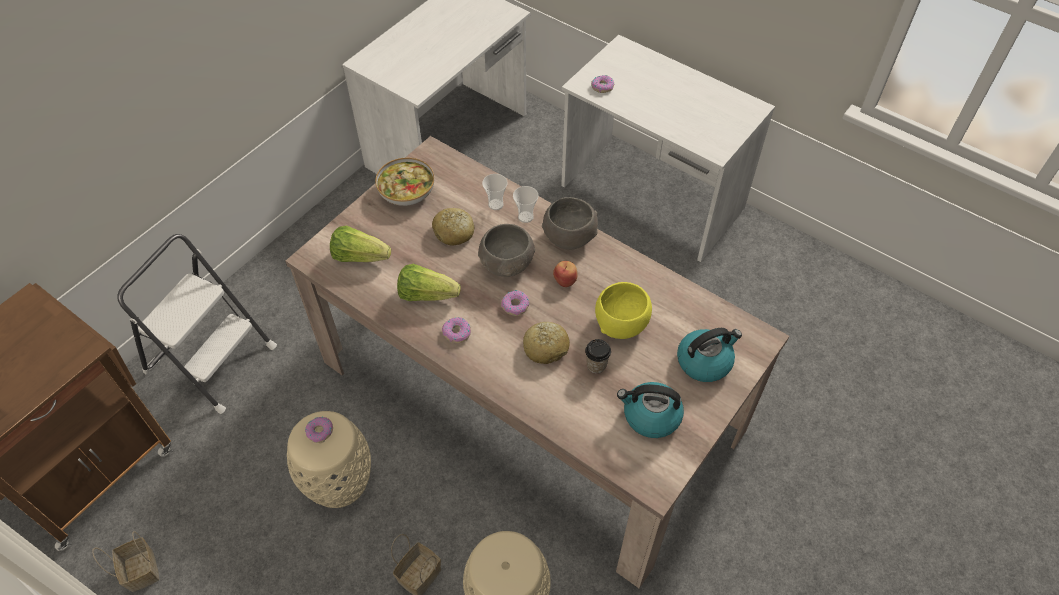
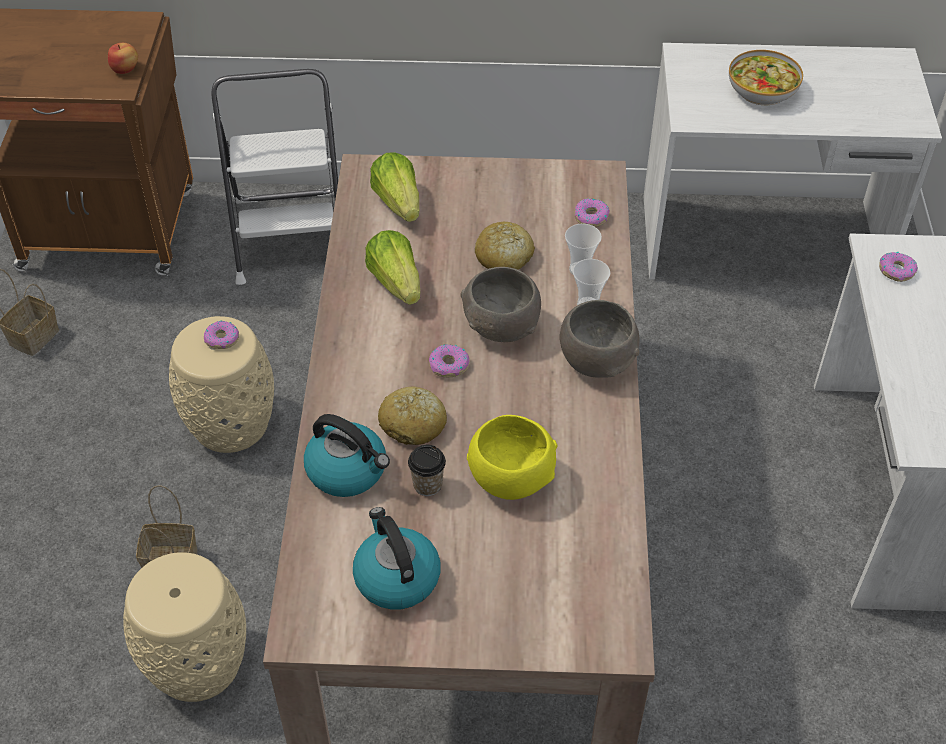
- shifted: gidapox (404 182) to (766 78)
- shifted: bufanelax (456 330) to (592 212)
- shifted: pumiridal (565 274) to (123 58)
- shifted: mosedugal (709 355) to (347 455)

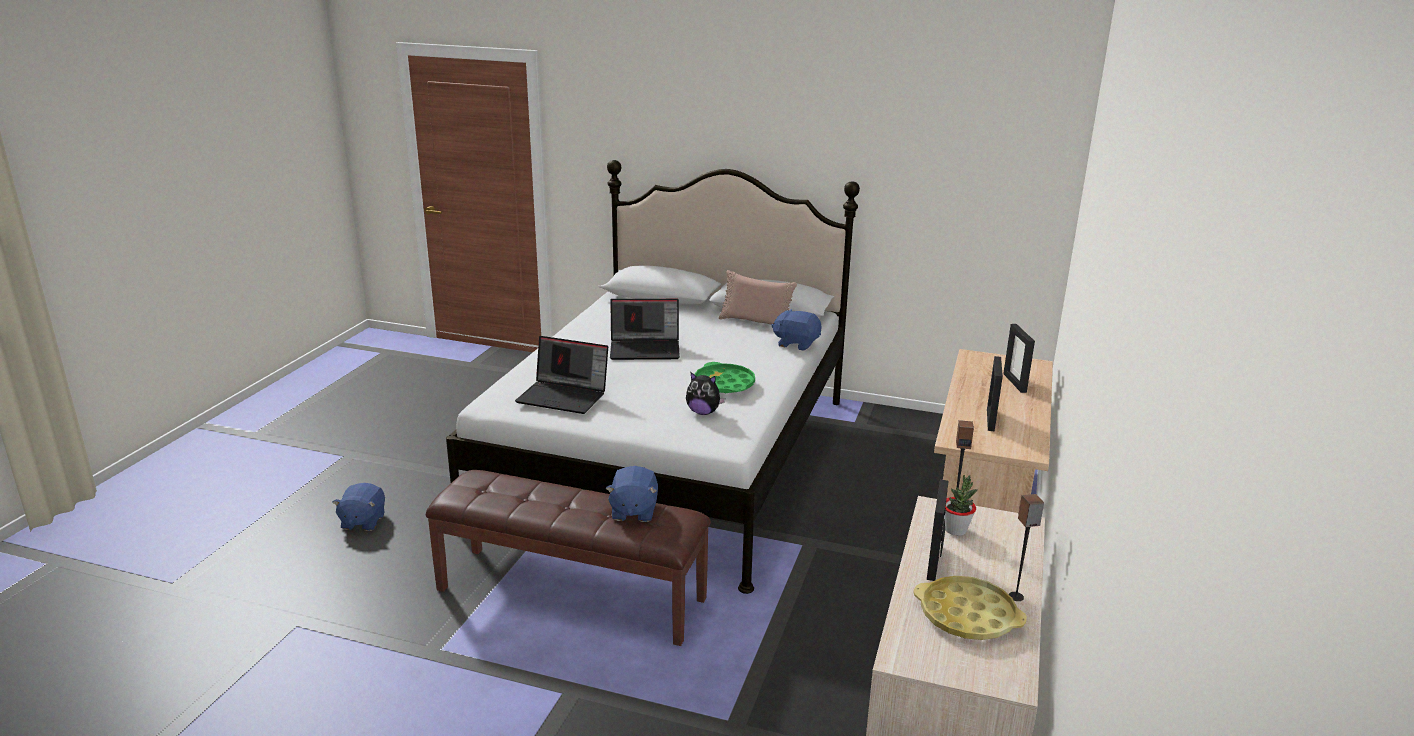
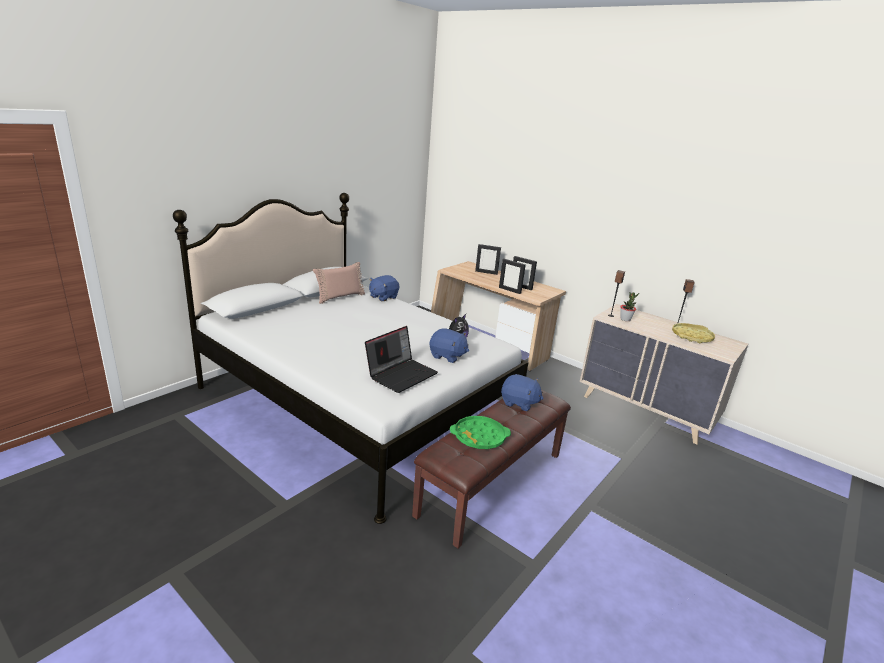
- gone: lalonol (645 329)
- shifted: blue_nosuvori (358 507) to (449 345)
- shifted: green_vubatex (724 377) to (480 432)
- shifted: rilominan (938 530) to (512 276)

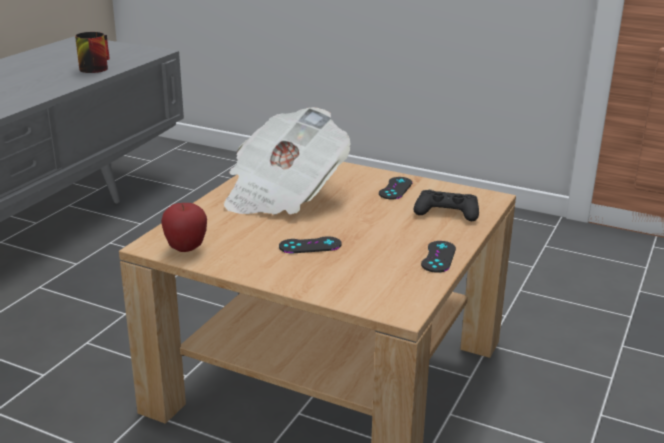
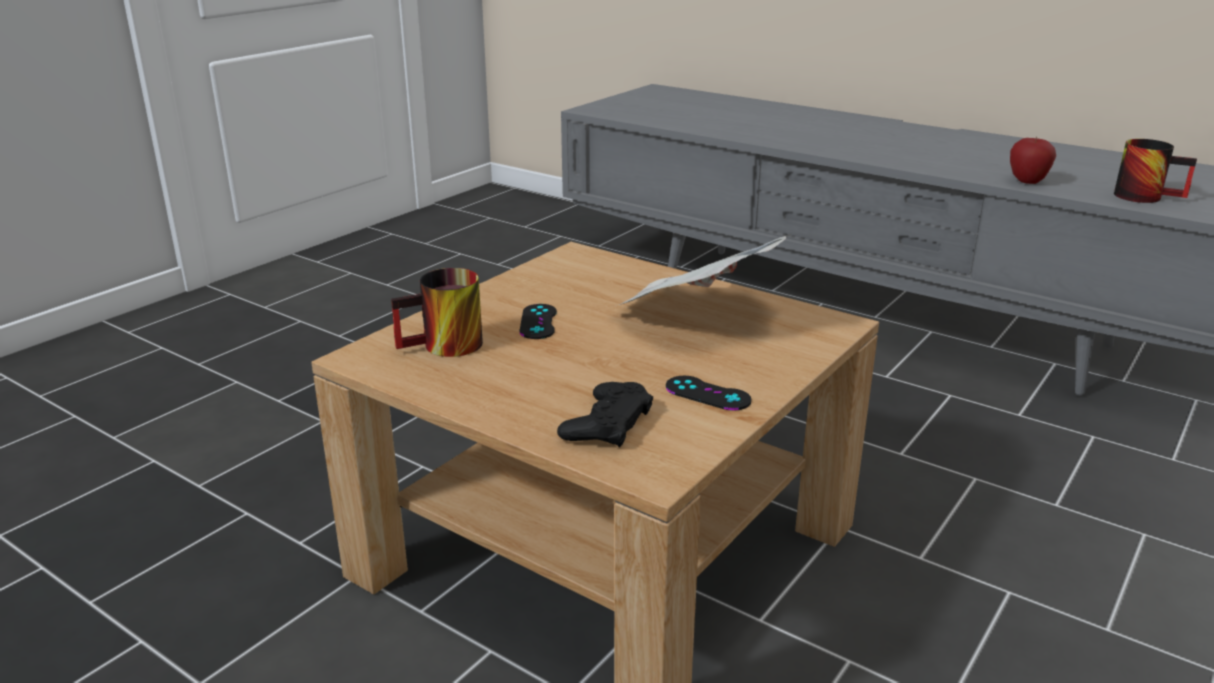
- gone: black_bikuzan (438 257)
- new: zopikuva (437 312)
- shifted: pumiridal (184 227) to (1033 160)

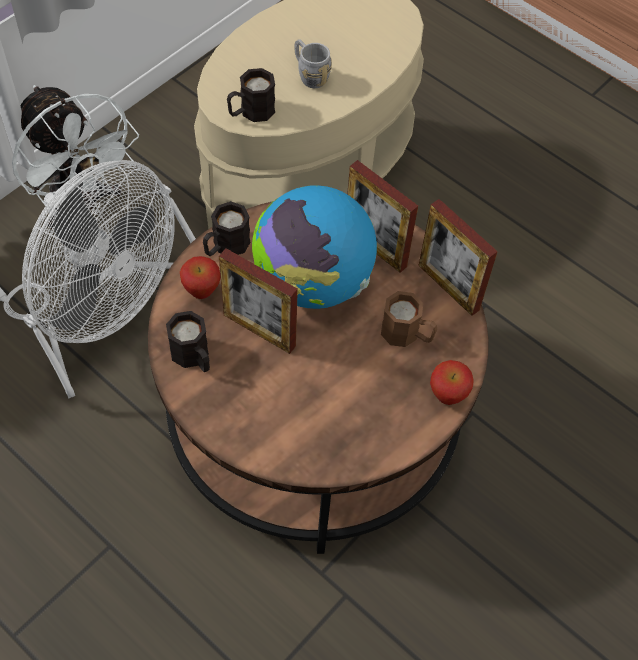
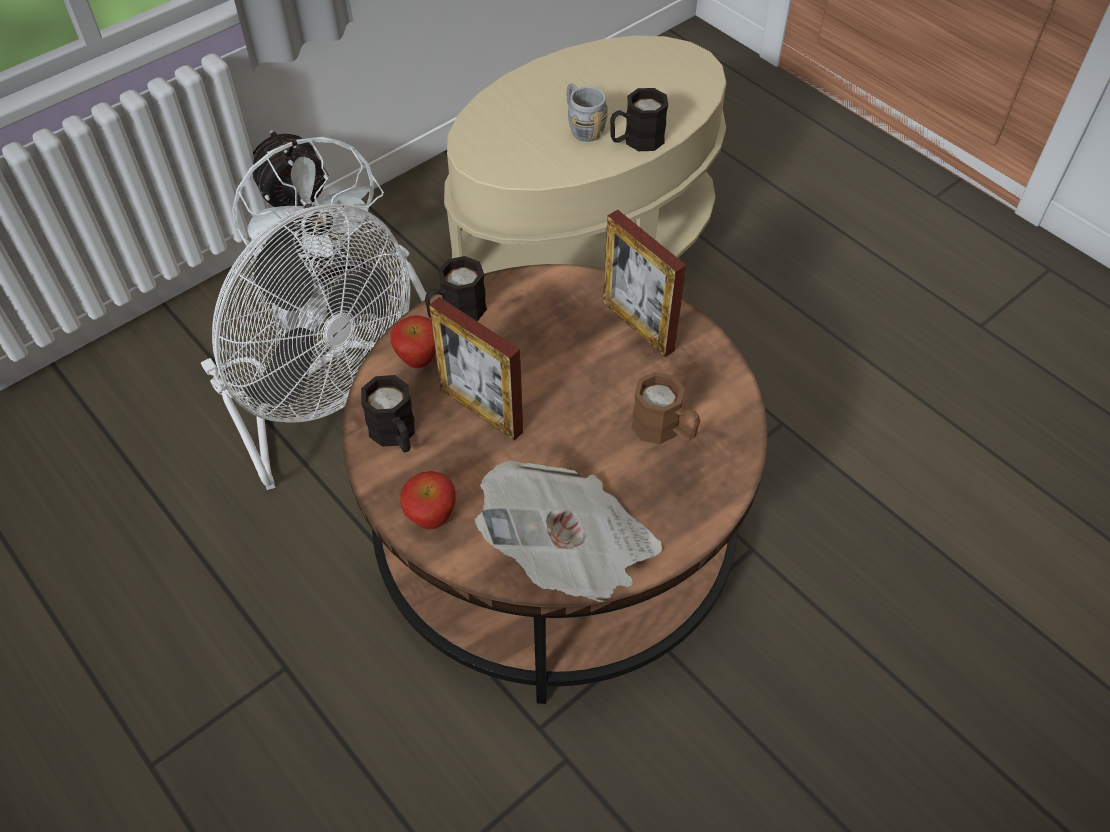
- gone: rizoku (314 247)
- gone: rilominan (458 257)
- new: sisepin (568 531)
- shifted: black_zopikuva (251 95) to (639 119)
- shifted: pumiridal (452 382) to (428 500)

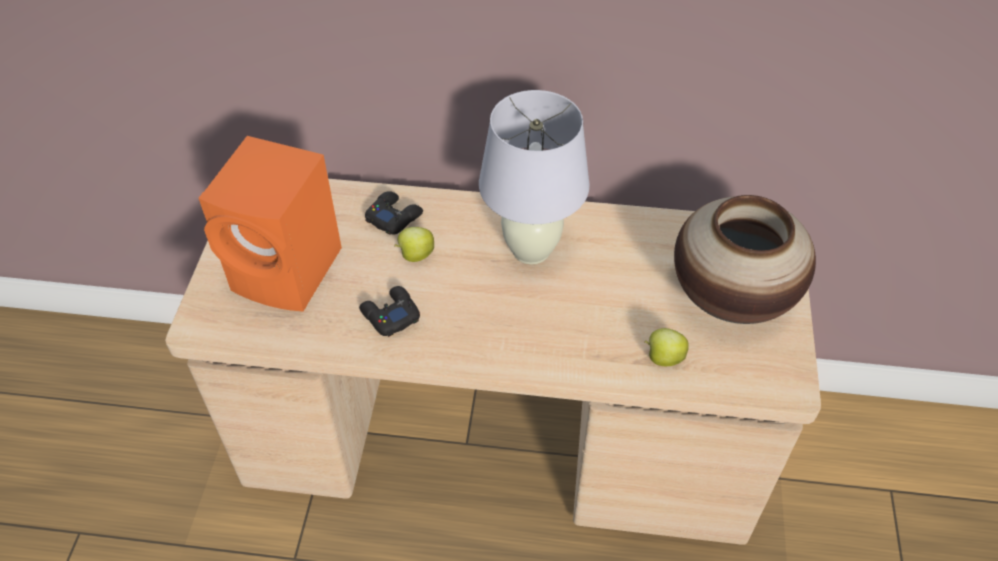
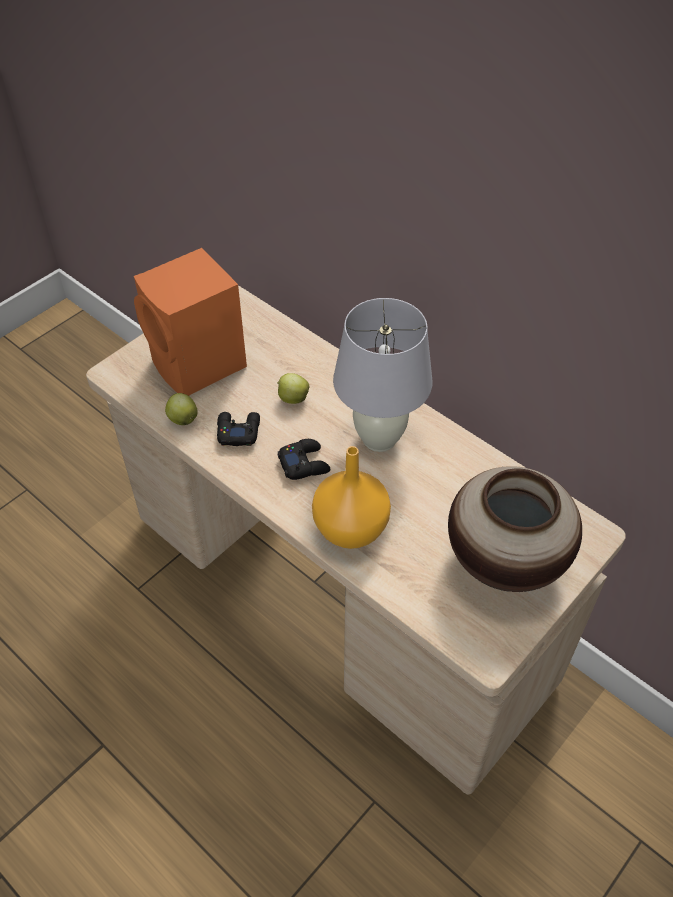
- new: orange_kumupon (351 497)
- shifted: black_bikuzan (394 213) to (303 459)
- shifted: pumiridal (667 347) to (181 409)

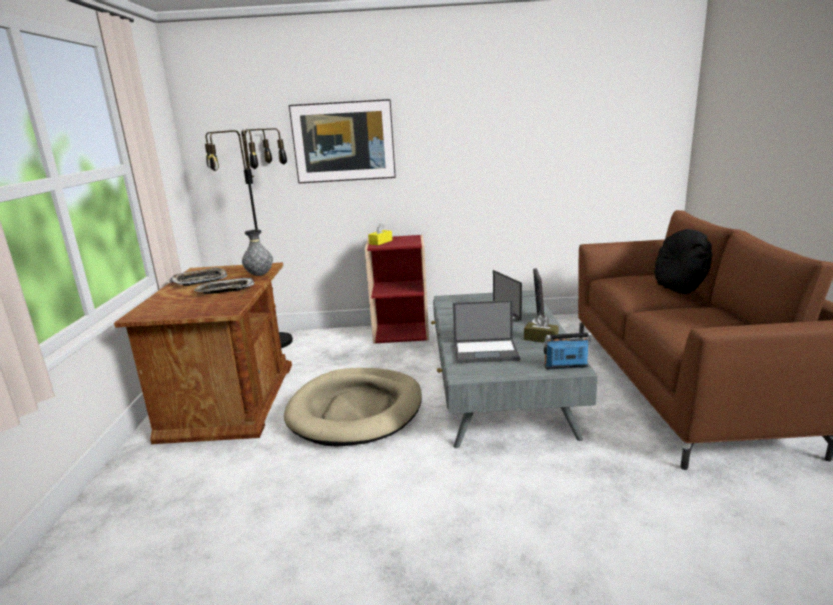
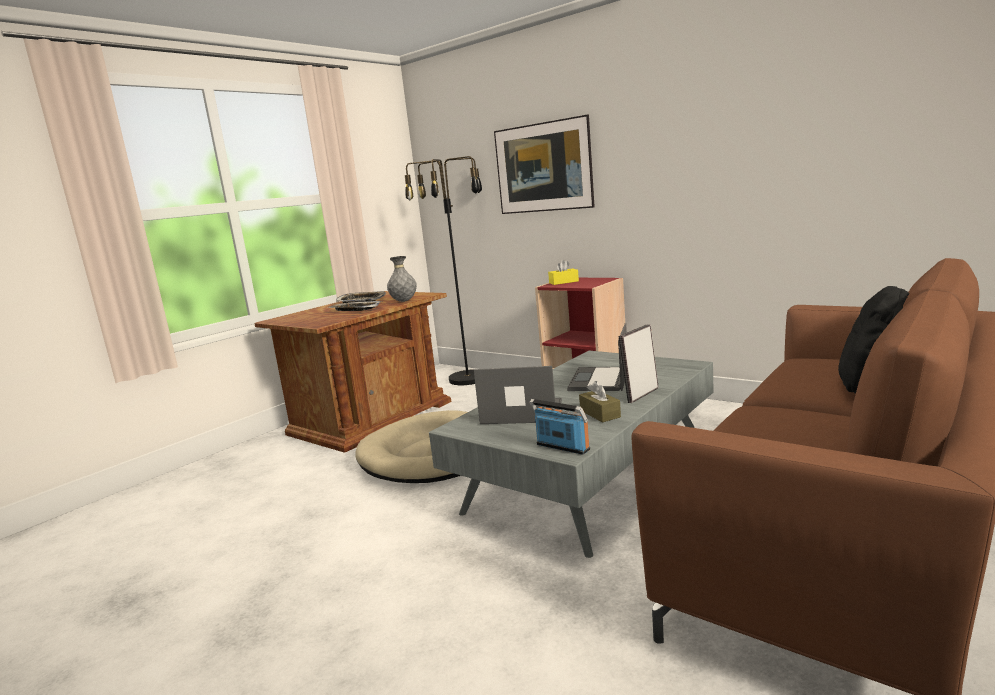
- rotated: lalonol (486 331) = (518 395) 150 degrees clockwise

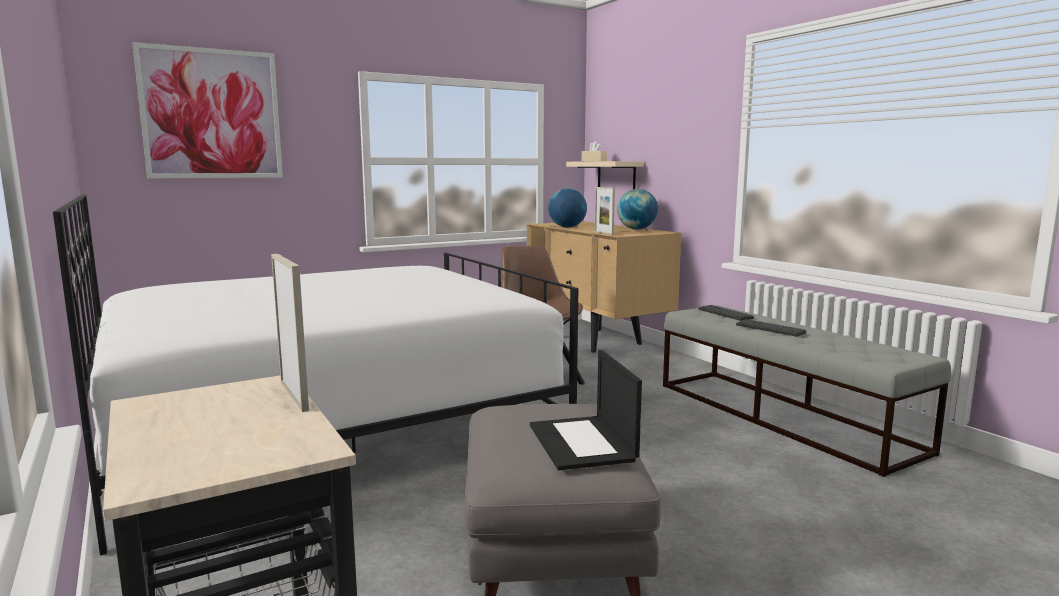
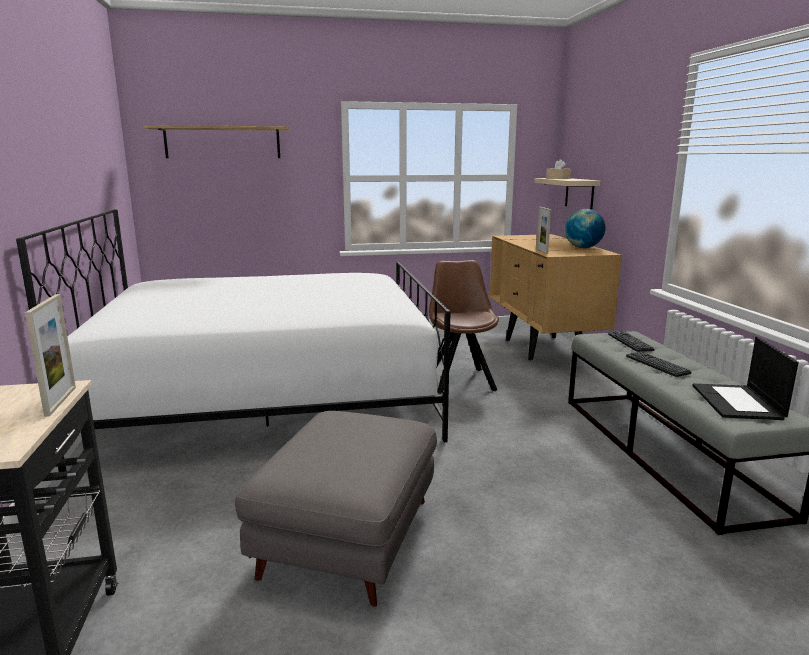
- gone: rizoku (567 207)
- shifted: lalonol (586 410) to (745 378)
- swapped: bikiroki (207 110) to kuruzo (217 141)

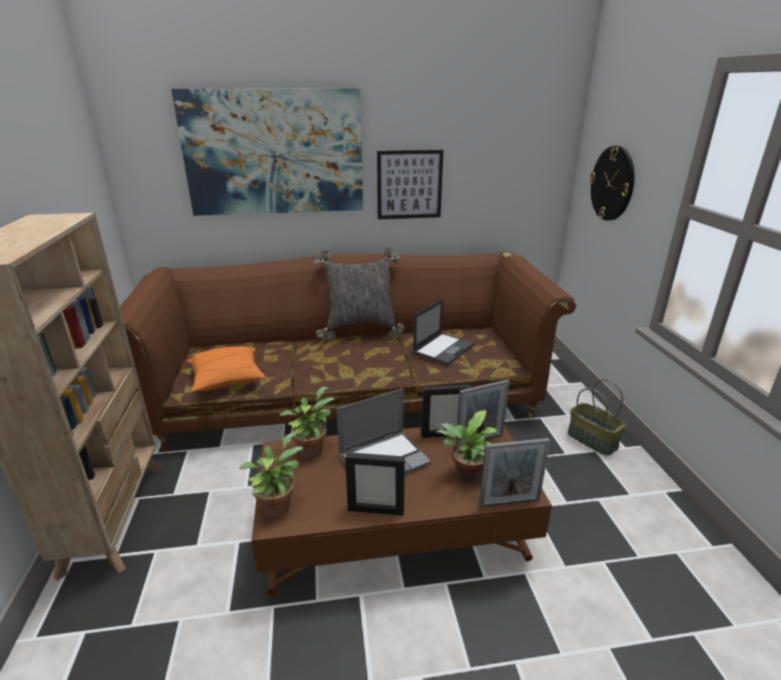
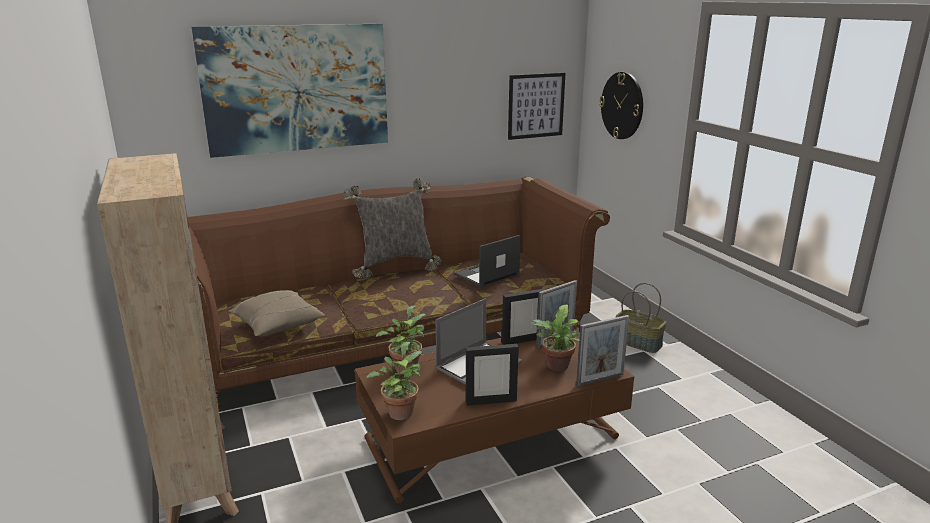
- shifted: bikiroki (410 184) to (536 106)
- repainted: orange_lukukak (226 368) to beige_lukukak (277 313)
- rotated: lalonol (443 332) = (487 261) 150 degrees counterclockwise

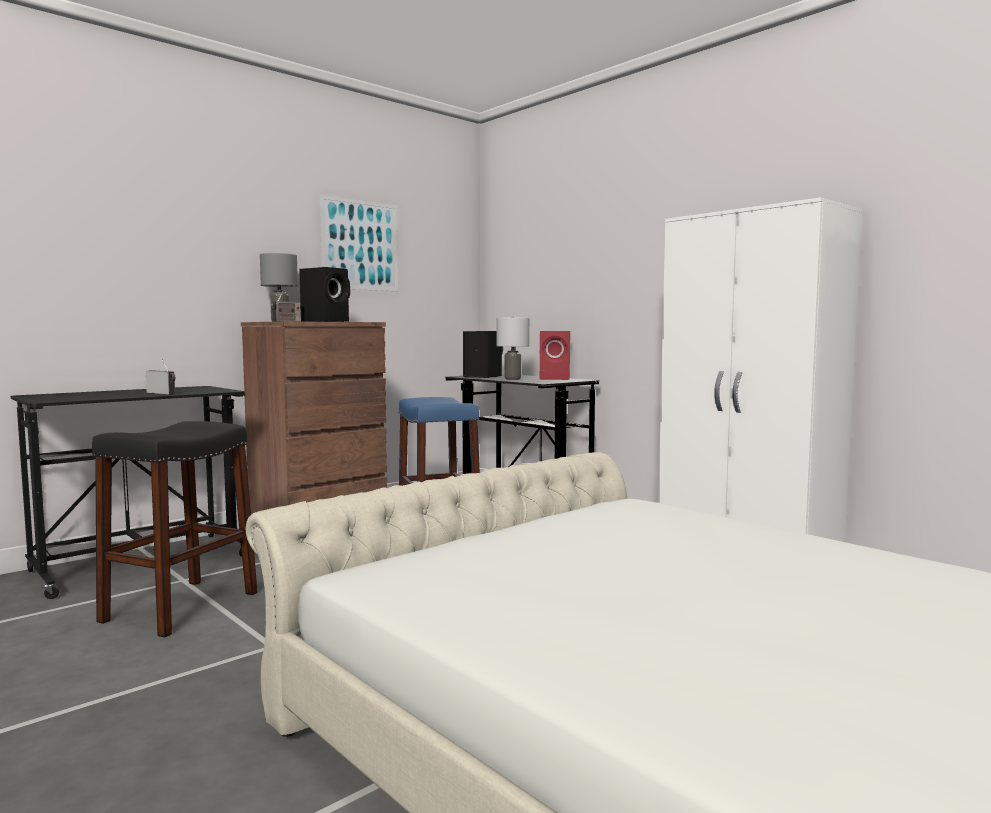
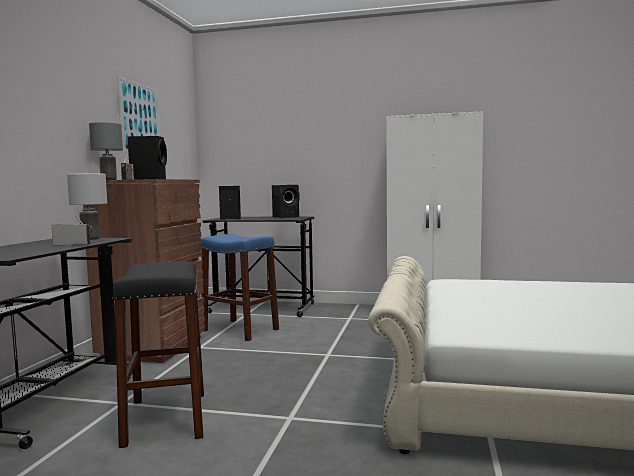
- shifted: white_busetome (513 348) to (87 206)
- repainted: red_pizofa (555 355) to black_pizofa (286 201)

